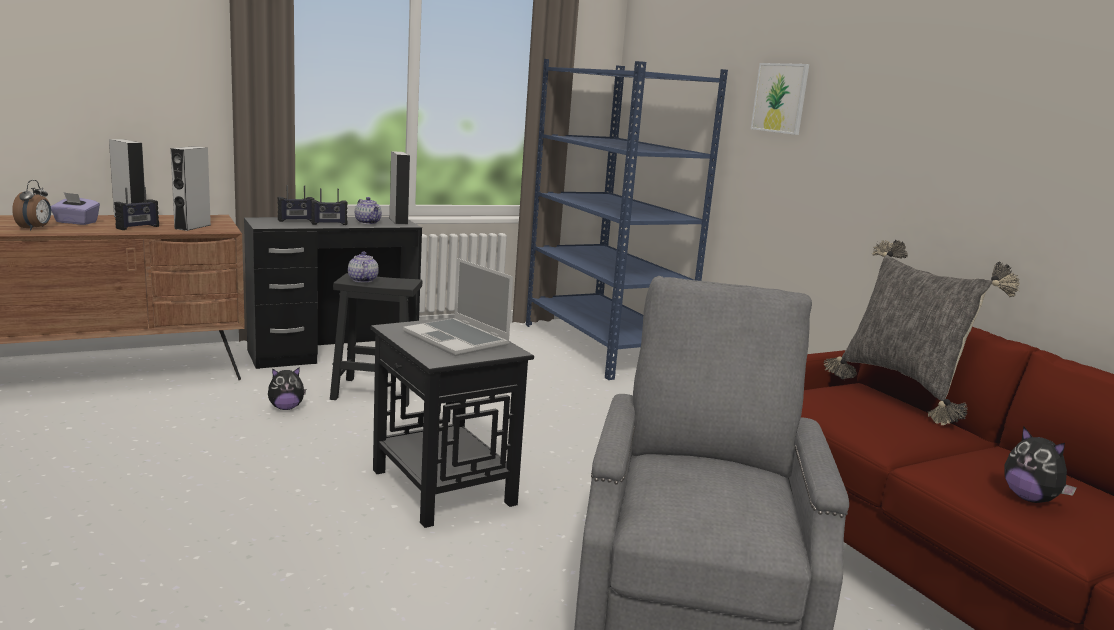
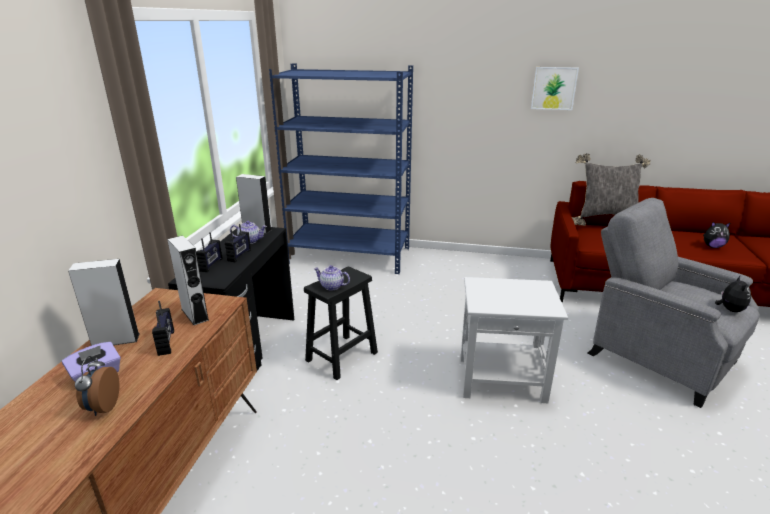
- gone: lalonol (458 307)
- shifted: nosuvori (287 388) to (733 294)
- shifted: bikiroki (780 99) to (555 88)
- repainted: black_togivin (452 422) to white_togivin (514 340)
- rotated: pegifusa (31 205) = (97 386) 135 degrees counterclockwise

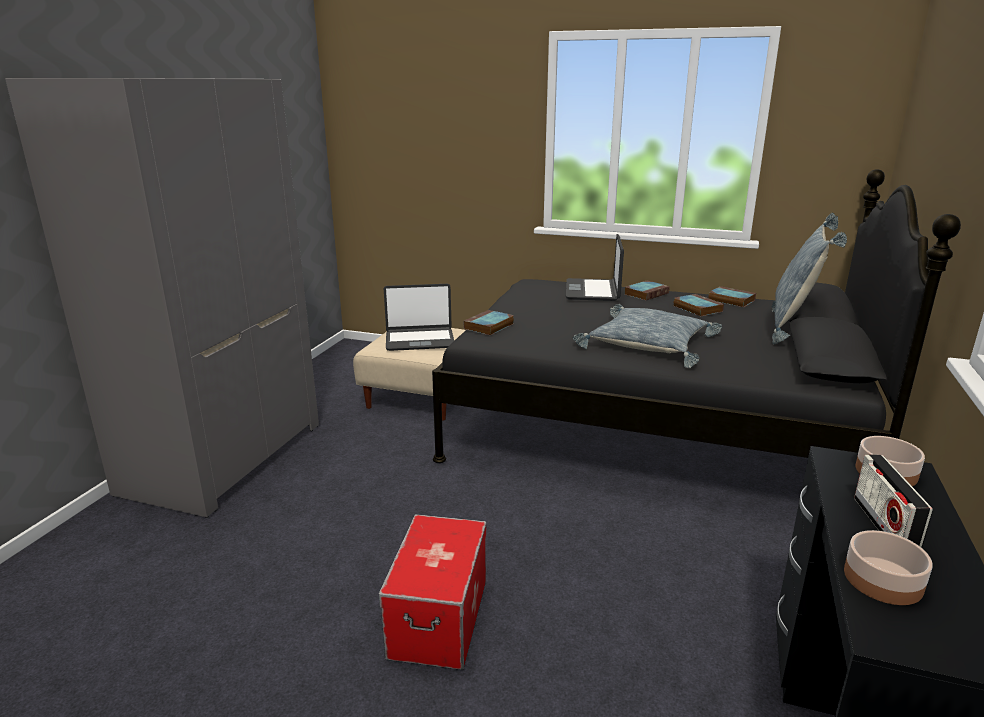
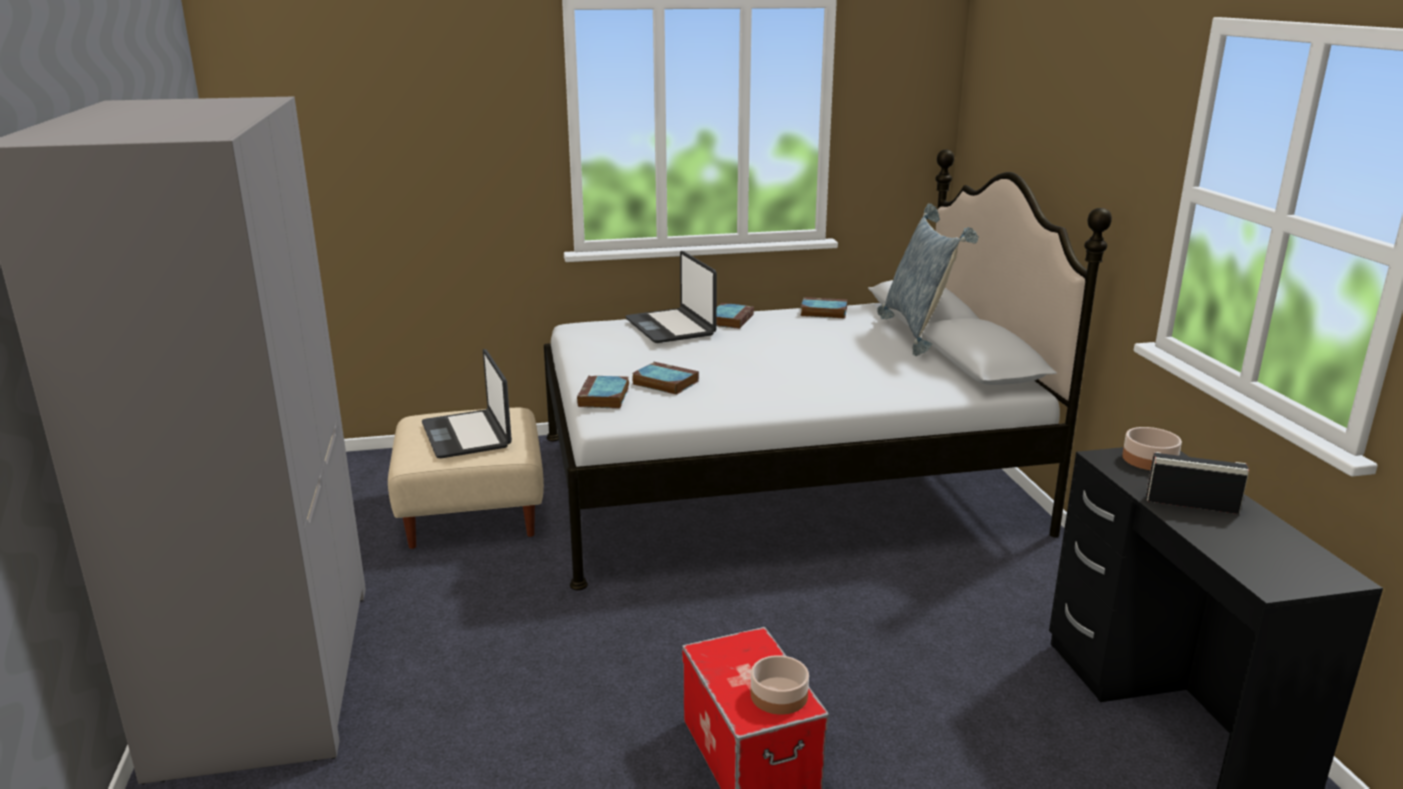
- gone: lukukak (647 336)
- shifted: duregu (698 305) to (665 378)
- shifted: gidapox (888 567) to (780 685)
- repainted: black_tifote (696 316) to white_tifote (828 370)
- rotated: lalonol (419 317) = (467 403) 105 degrees clockwise
- rotated: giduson (893 501) = (1197 483) 135 degrees clockwise

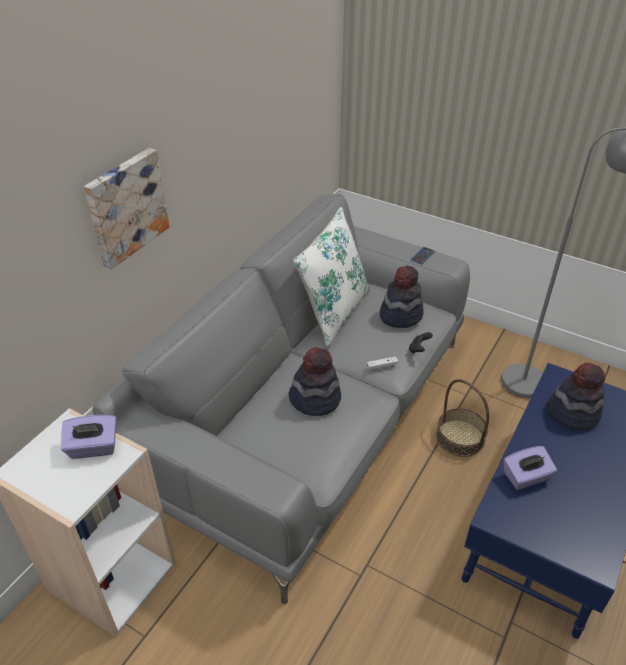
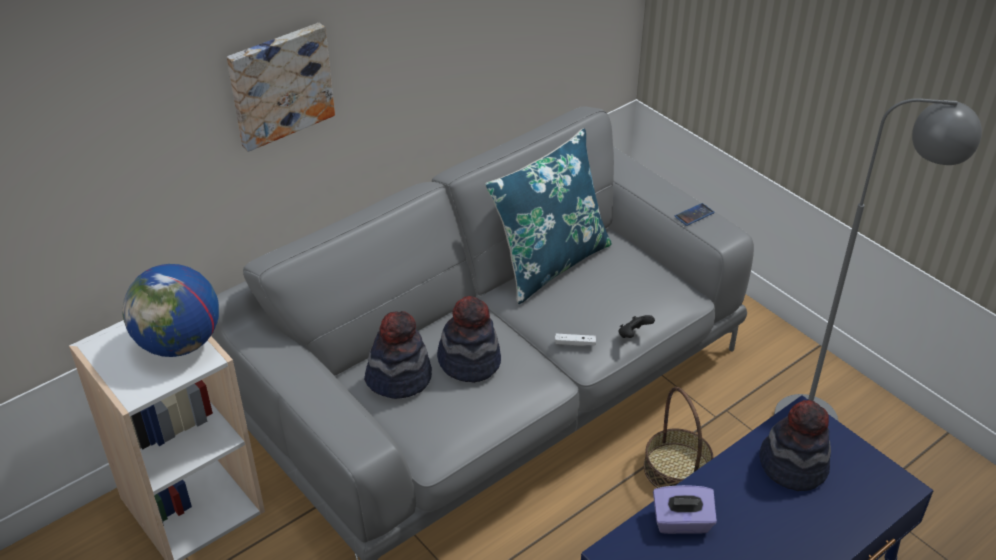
- shifted: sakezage (402 296) to (398 355)
- swapped: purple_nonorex (89 437) to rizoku (171 310)
- repainted: white_lukukak (331 277) to blue_lukukak (548 216)

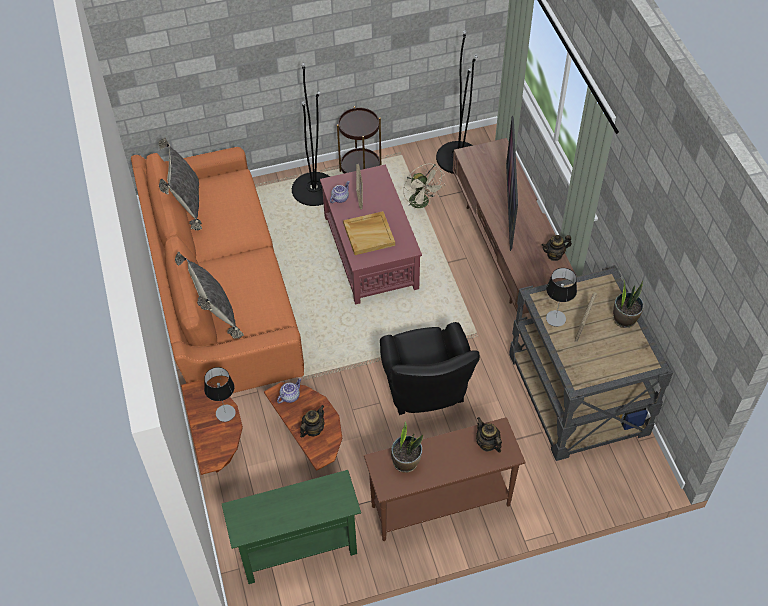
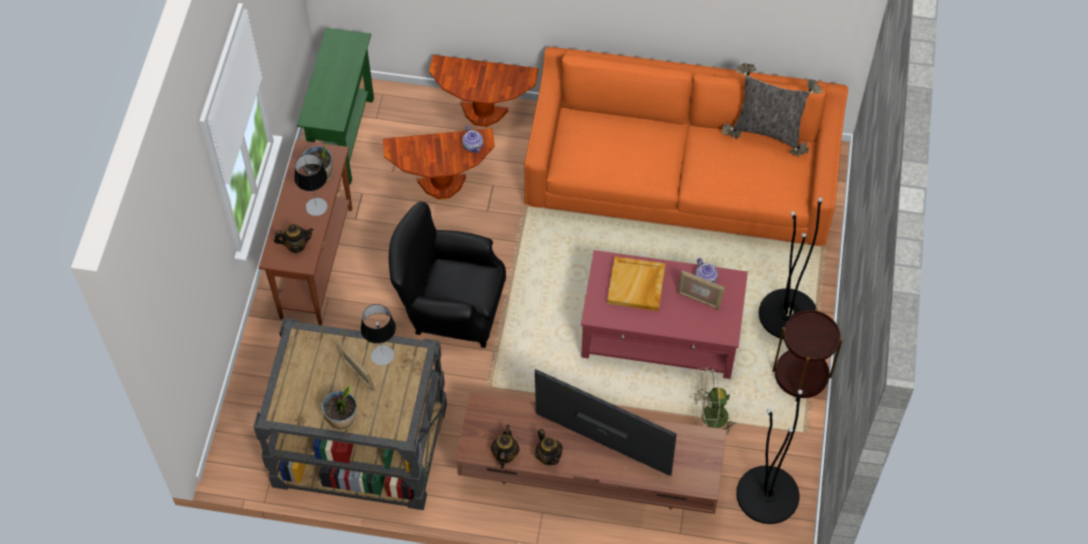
- gone: lukukak (209 295)
- shifted: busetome (220 394) to (311 185)
- shifted: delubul (312 421) to (549 447)

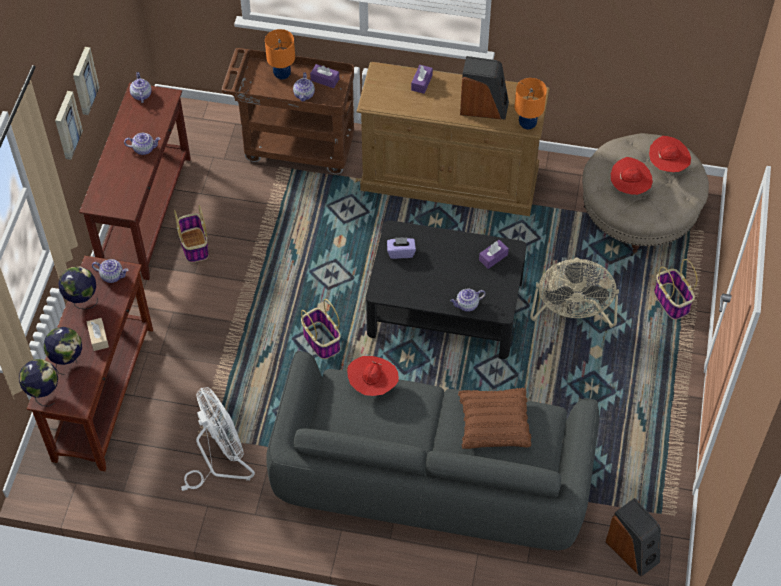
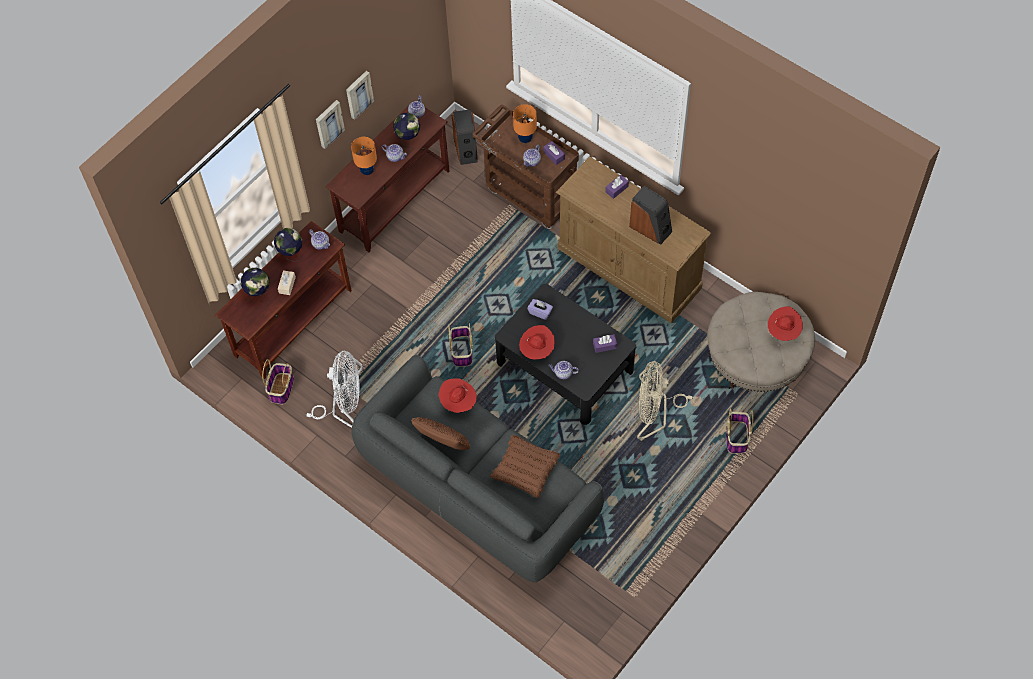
- new: brown_lukukak (440 433)
- shifted: rizoku (38 382) to (406 130)
- shifted: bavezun (191 234) to (278 381)
- shifted: orange_busetome (530 103) to (364 156)
- shifted: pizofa (633 537) to (465 137)
- shifted: red_sakezage (632 176) to (537 342)
- rotated: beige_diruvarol (574 293) = (665 401) 60 degrees clockwise

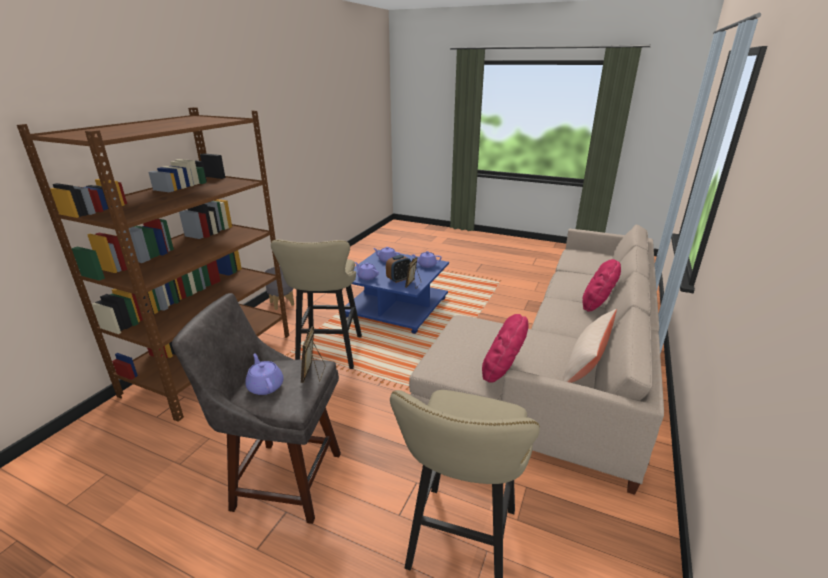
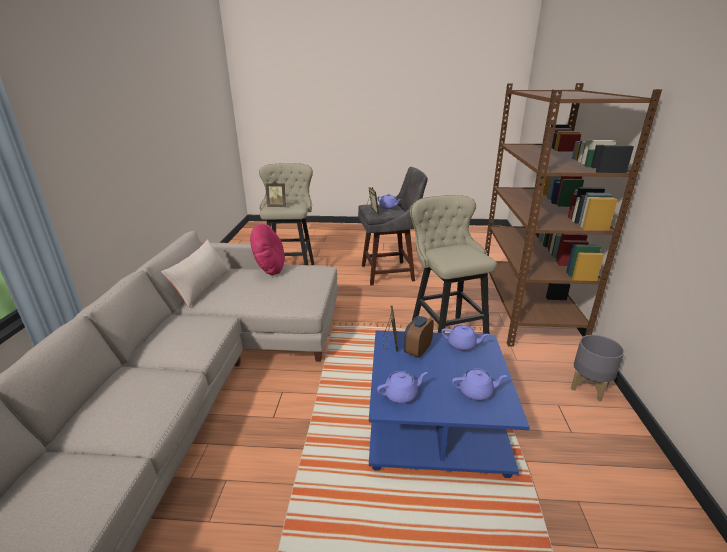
- gone: pink_lukukak (601 285)
- new: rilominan (276 194)

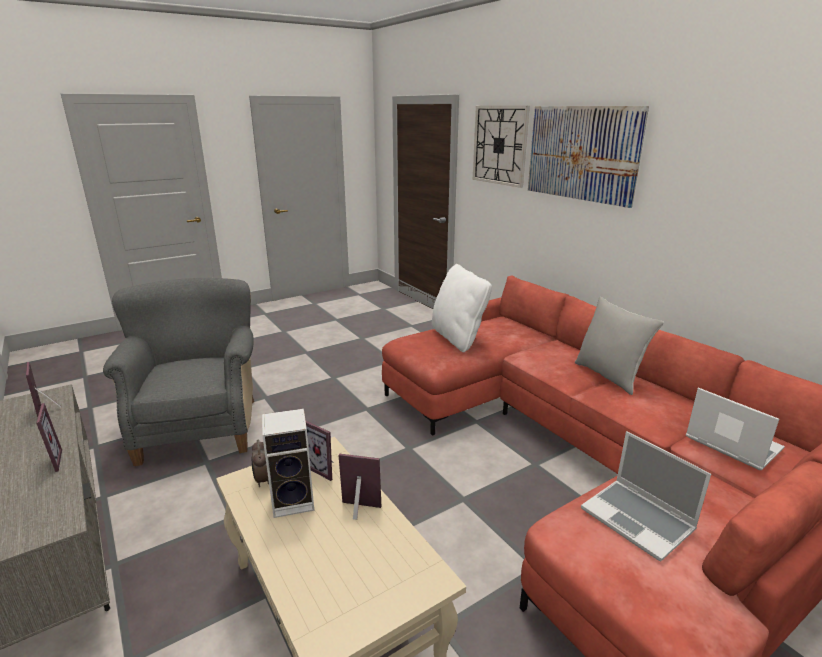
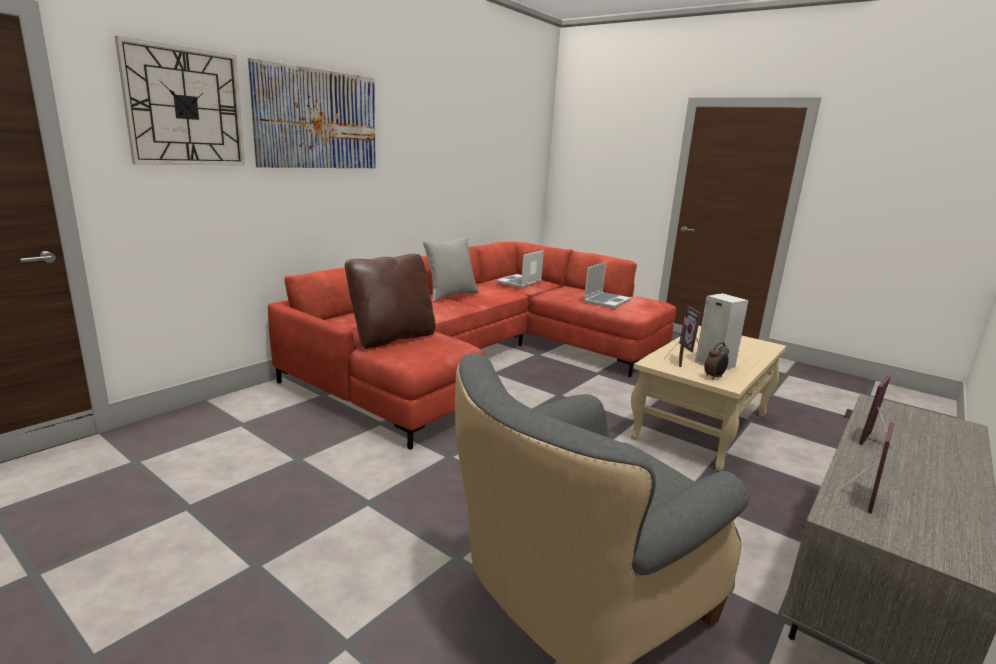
- repainted: white_lukukak (462 308) to brown_lukukak (390 301)

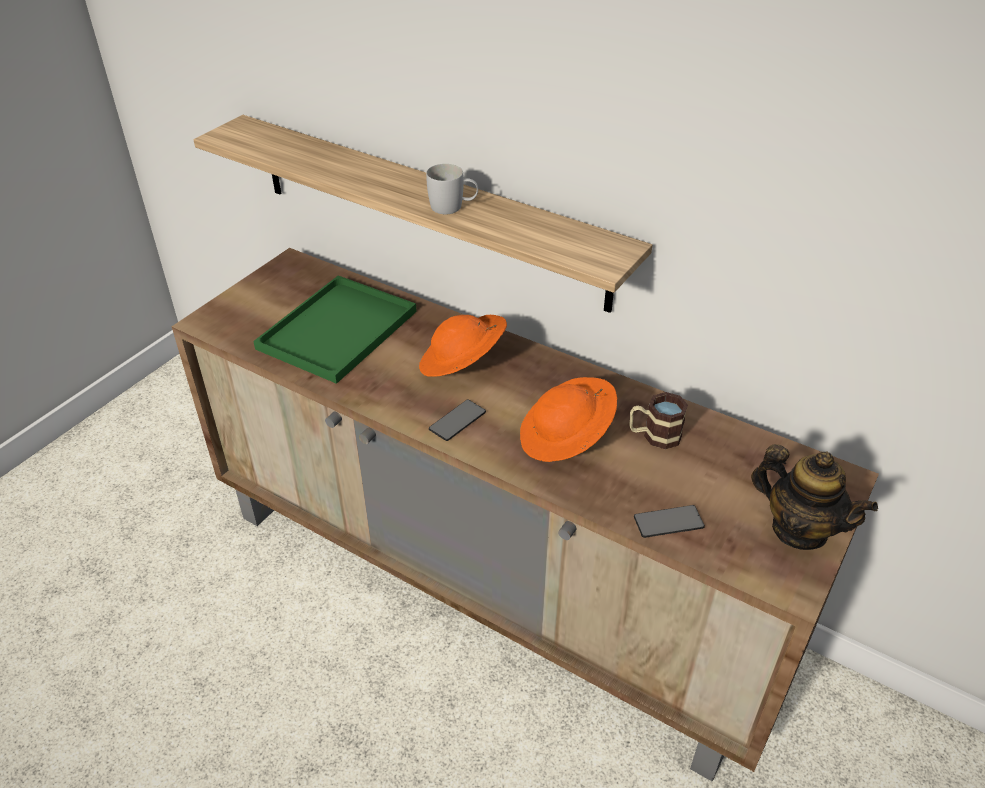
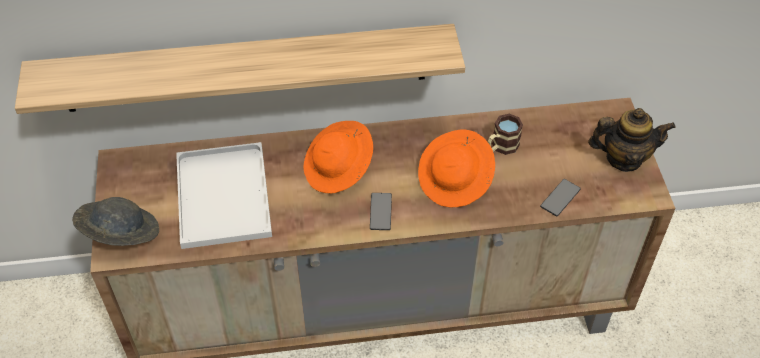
- gone: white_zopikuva (452 189)
- new: grey_sakezage (115 221)
- repainted: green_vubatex (335 329) to white_vubatex (224 195)

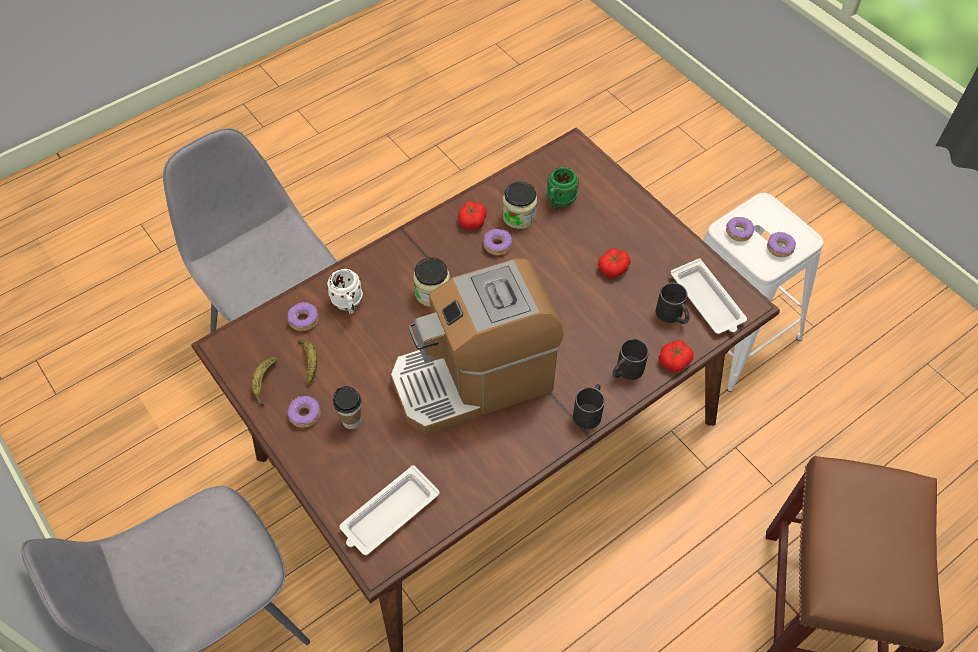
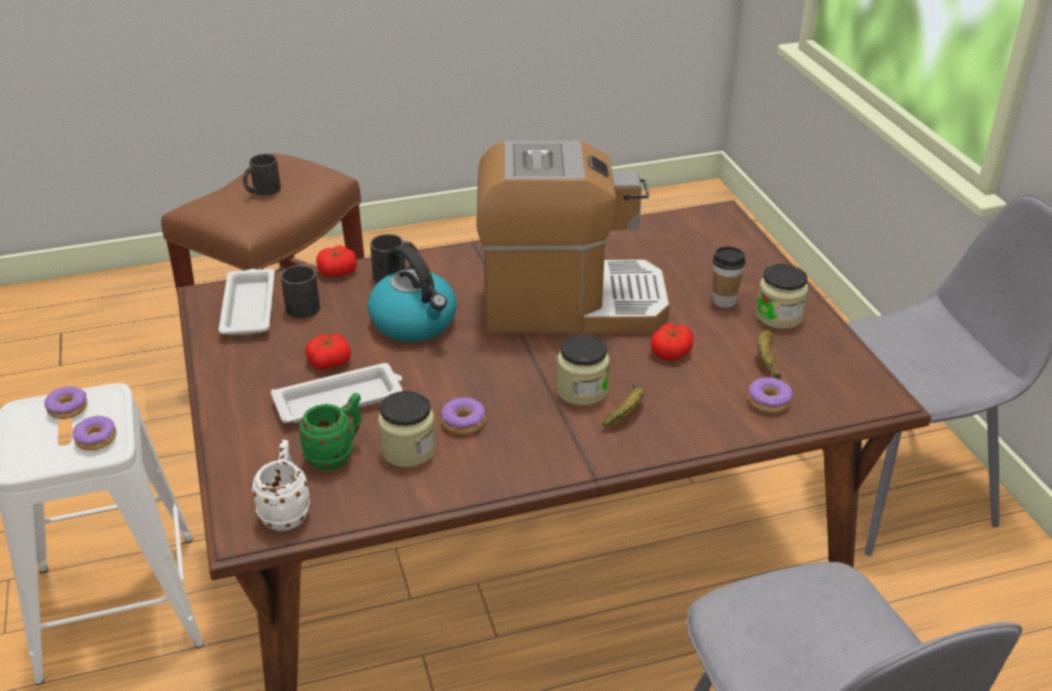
- new: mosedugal (412 293)
- shifted: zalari (264 382) to (623 406)
- shifted: white_zopikuva (345 291) to (280 485)
- shifted: white_vubatex (389 510) to (337 393)
- shifted: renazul (472 215) to (671 342)
- shifted: black_zopikuva (589 406) to (262 175)
- swapped: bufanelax (304 412) to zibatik (782 296)

